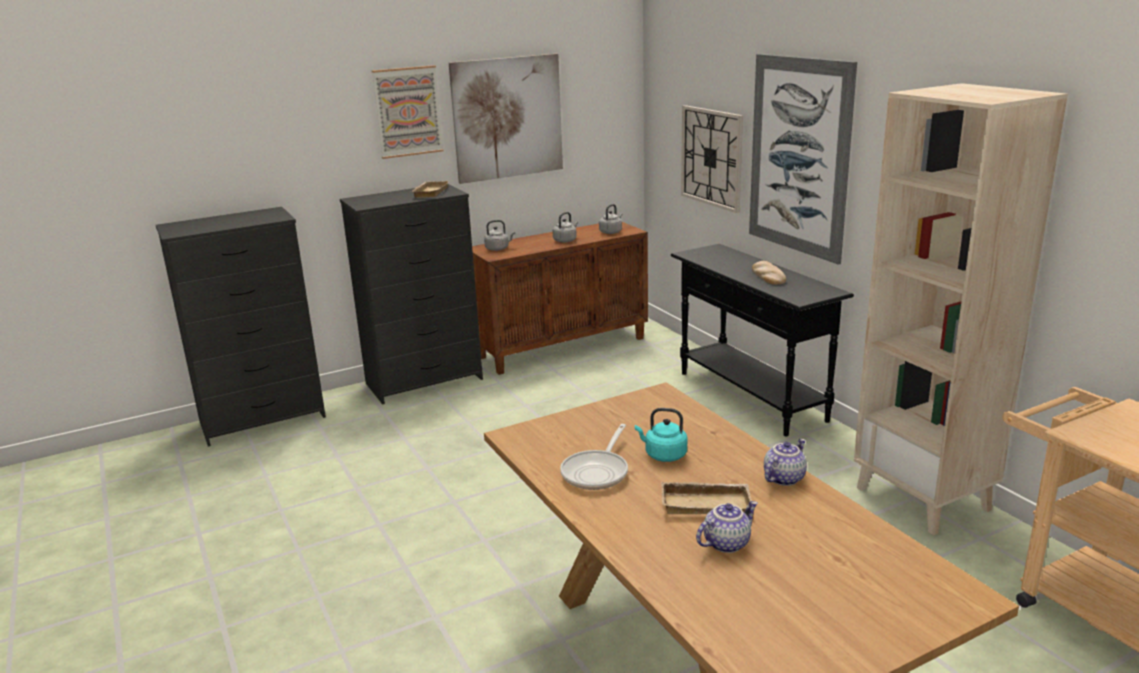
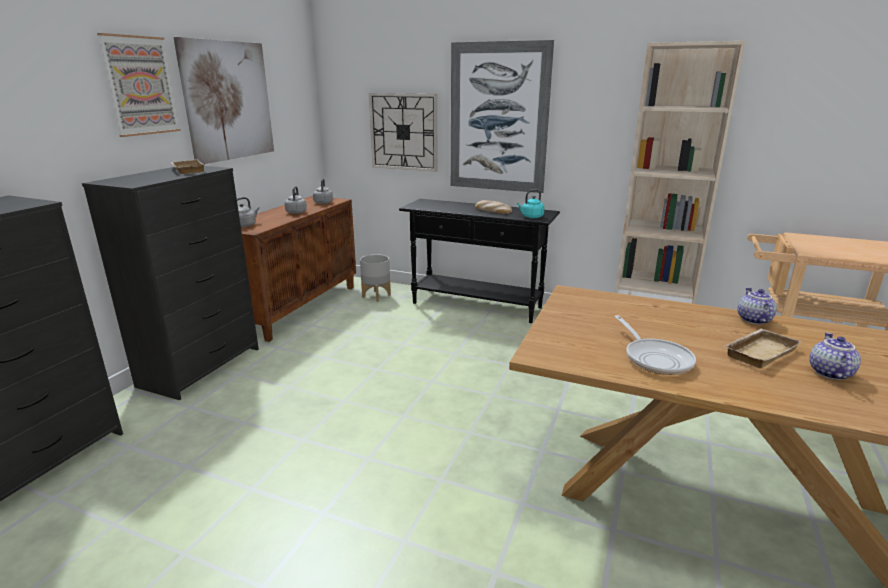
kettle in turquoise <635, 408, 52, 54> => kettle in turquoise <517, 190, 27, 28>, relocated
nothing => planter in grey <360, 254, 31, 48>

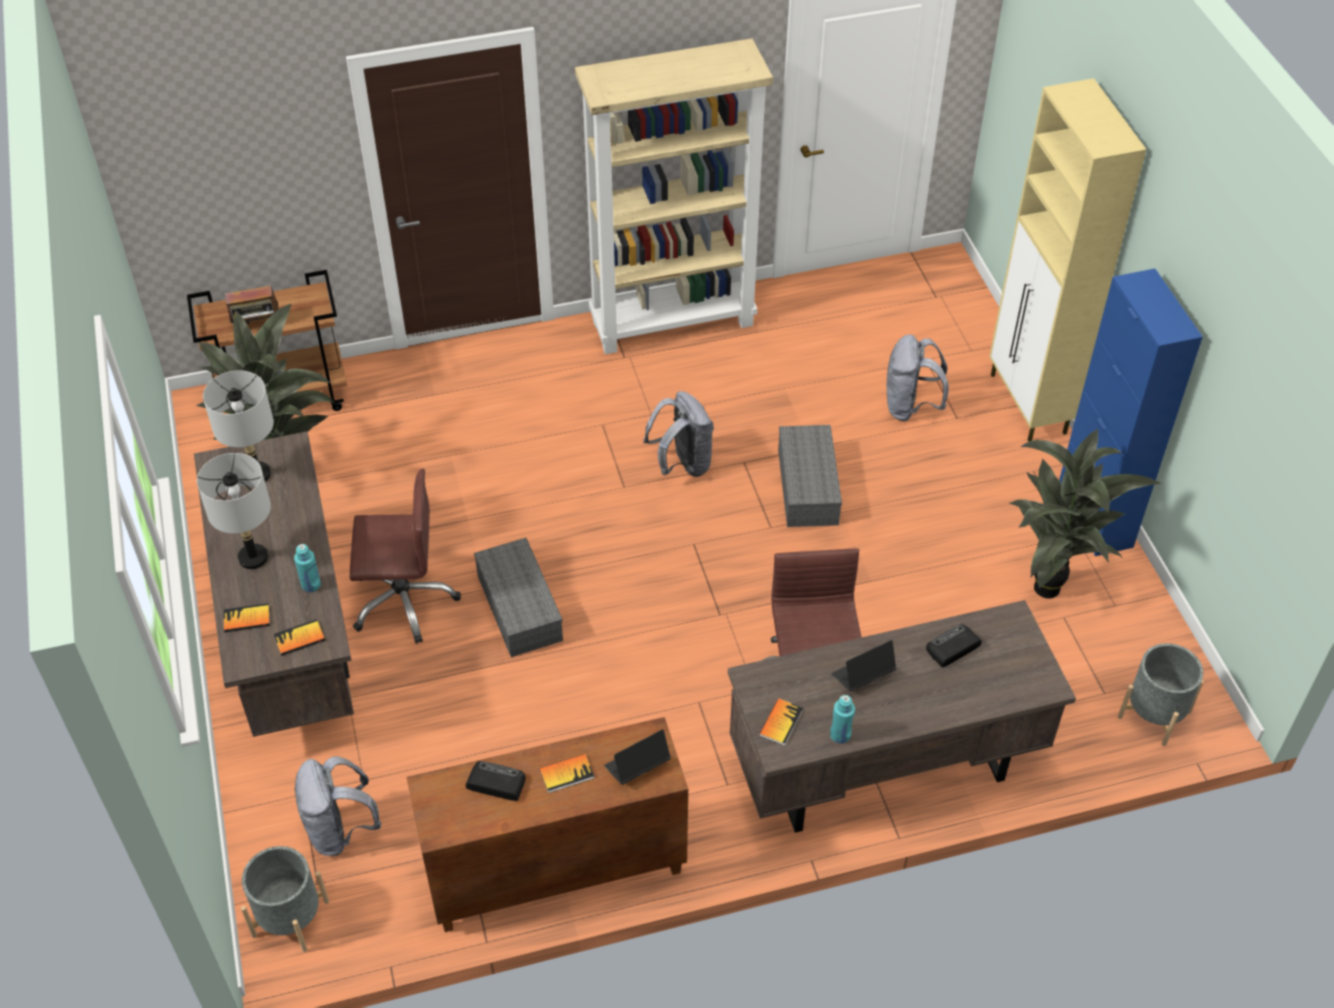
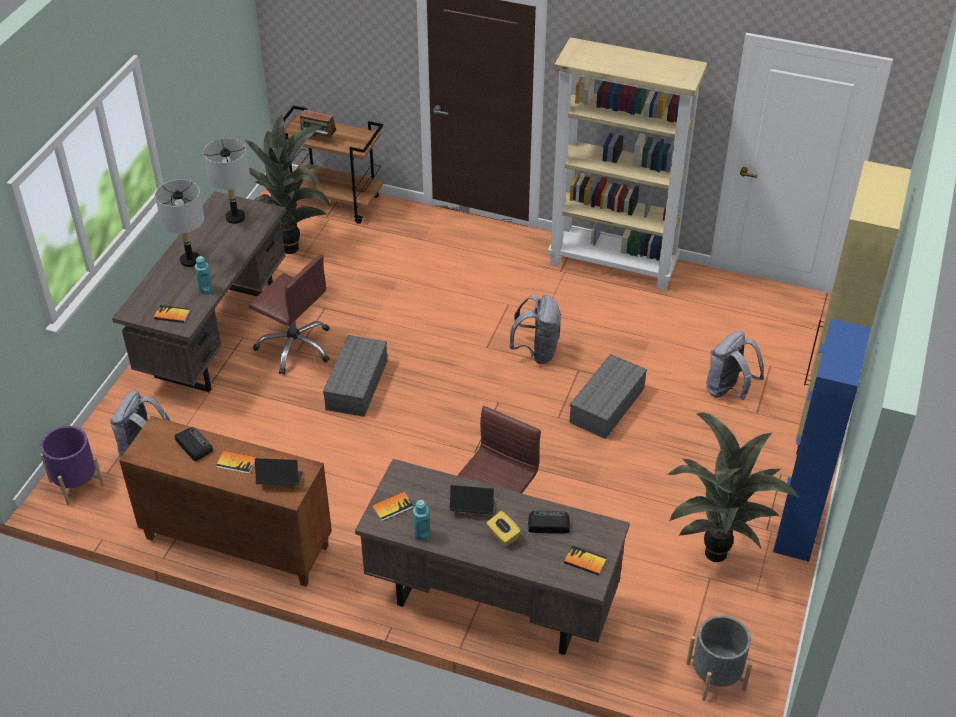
book <224, 603, 46, 29> => book <564, 545, 43, 30>, relocated
planter in grey <241, 846, 88, 106> => planter in purple <40, 426, 64, 79>
nothing => tissue box in yellow <486, 511, 35, 36>

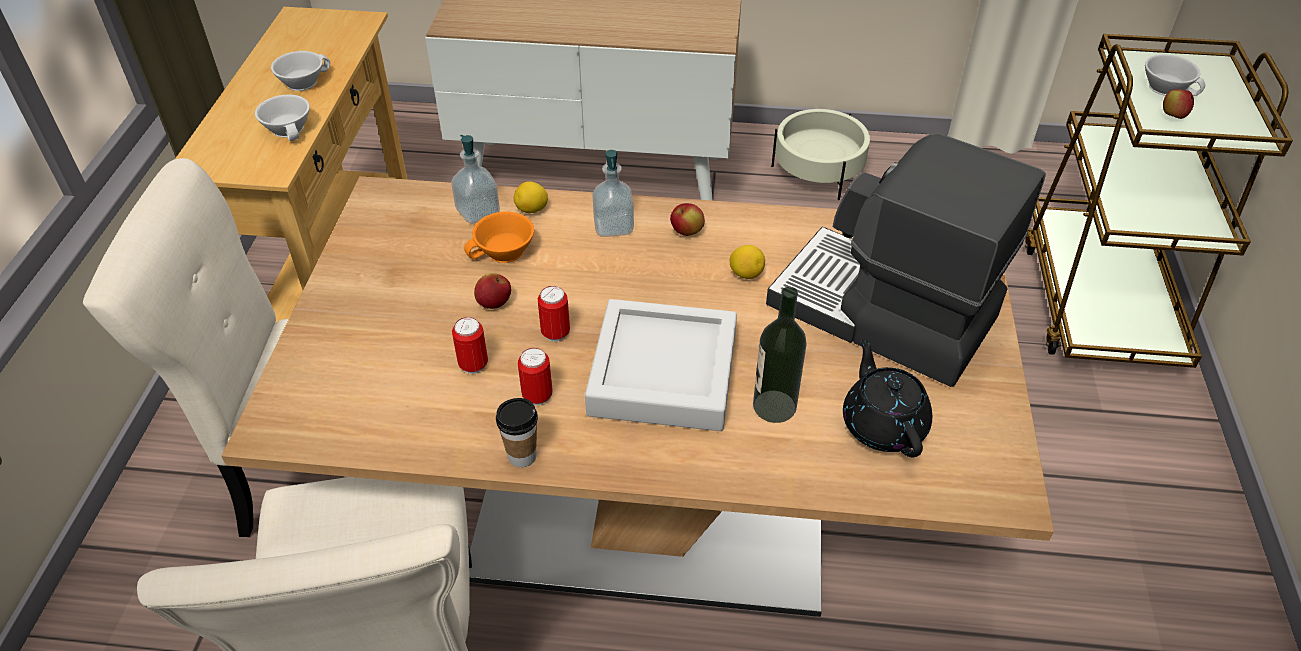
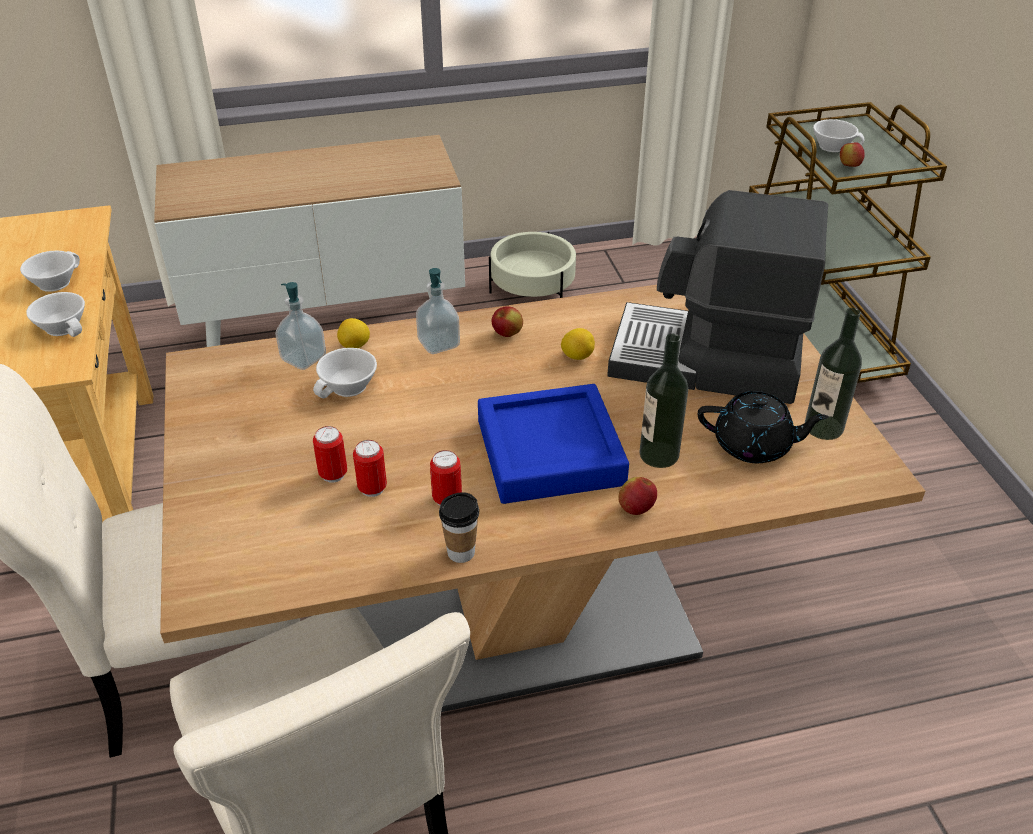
cup in orange <464, 212, 70, 51> => cup in white <313, 348, 64, 50>
apple <474, 273, 37, 36> => apple <618, 477, 39, 38>, relocated
can <538, 286, 32, 56> => can <313, 426, 34, 57>, relocated
tray in grey <585, 299, 152, 132> => tray in blue <478, 384, 151, 120>
teapot in black <843, 338, 89, 119> => teapot in black <698, 391, 131, 72>, 135 degrees clockwise
nothing => bottle <805, 308, 57, 132>

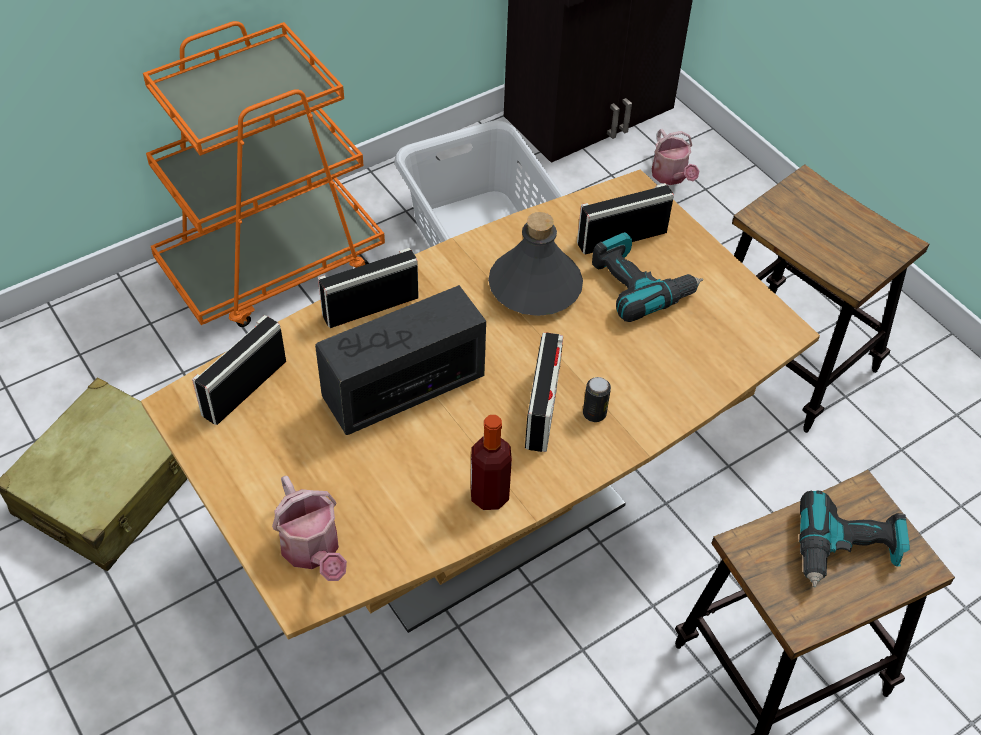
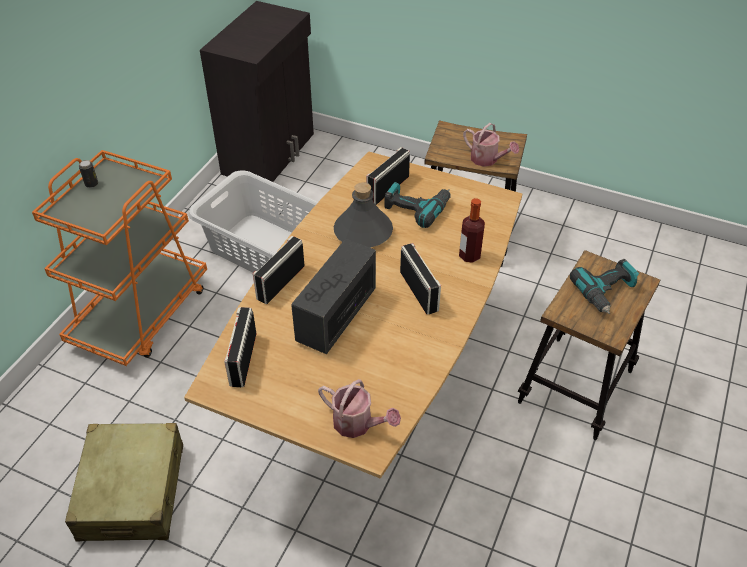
watering can <652, 129, 47, 56> => watering can <463, 123, 56, 44>, relocated
can <583, 377, 28, 45> => can <79, 160, 19, 28>, relocated
bottle <471, 415, 41, 95> => bottle <459, 198, 26, 65>, relocated

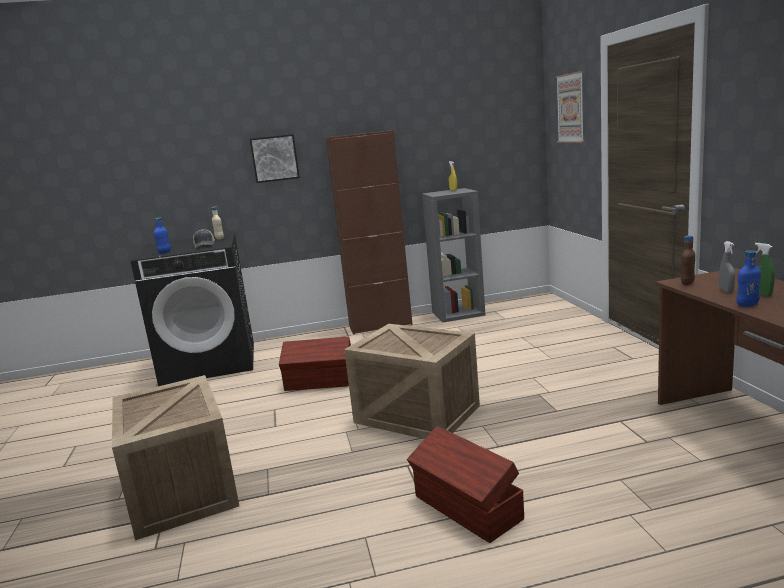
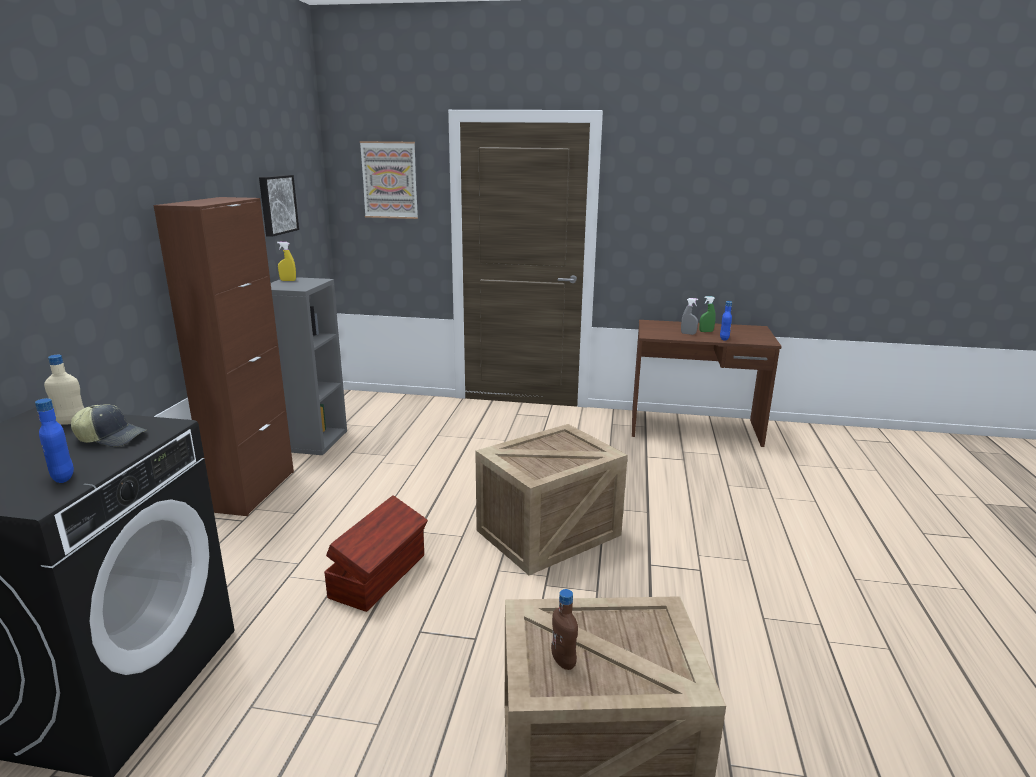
picture <250, 134, 50, 49> => picture <259, 175, 40, 62>, relocated
bottle in brown <681, 235, 14, 50> => bottle in brown <551, 589, 27, 81>, relocated
storage box in brown <407, 426, 117, 117> => nothing

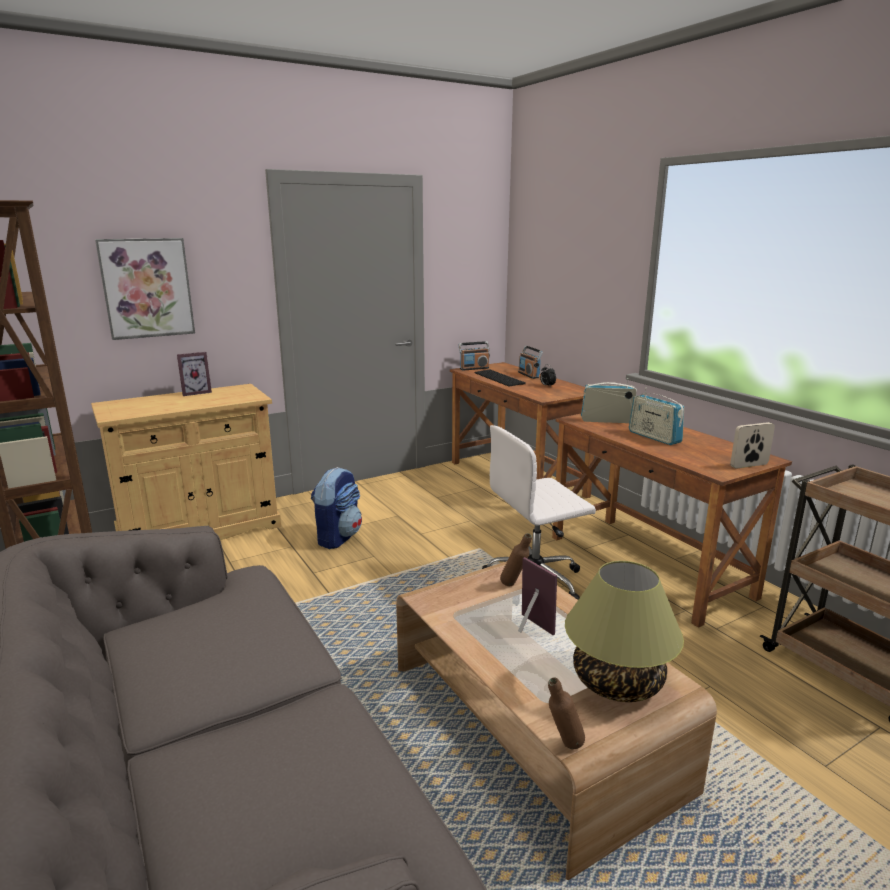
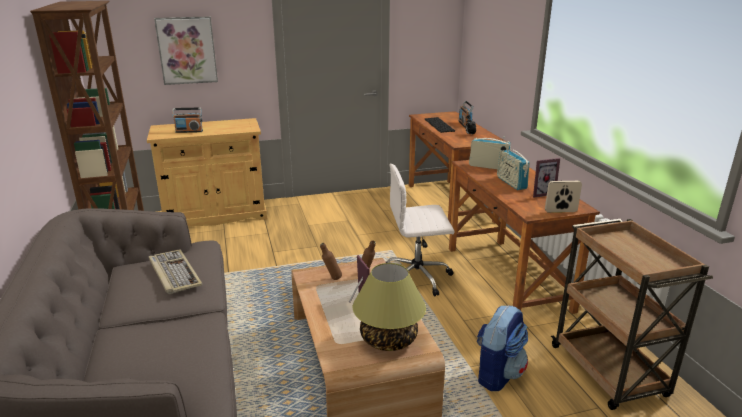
radio <459, 341, 31, 30> => radio <173, 108, 30, 25>, relocated
picture frame <177, 352, 35, 44> => picture frame <533, 158, 27, 40>, relocated
backpack <311, 467, 51, 82> => backpack <477, 305, 51, 86>, relocated
bottle in brown <548, 677, 37, 72> => bottle in brown <320, 243, 22, 37>, relocated
nothing => keyboard <149, 249, 53, 45>

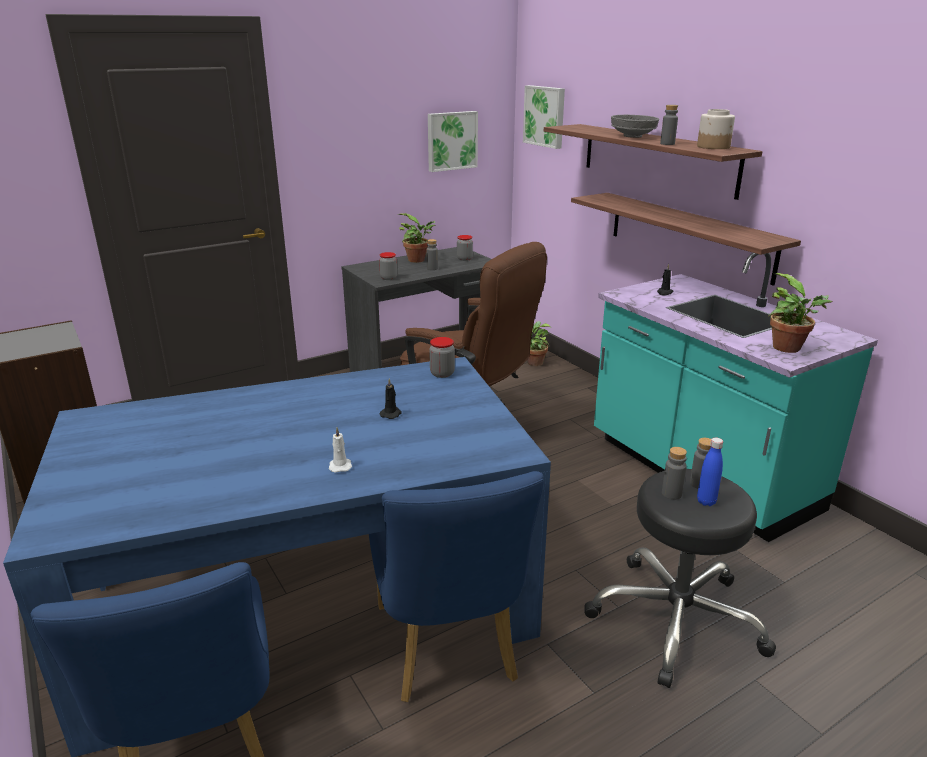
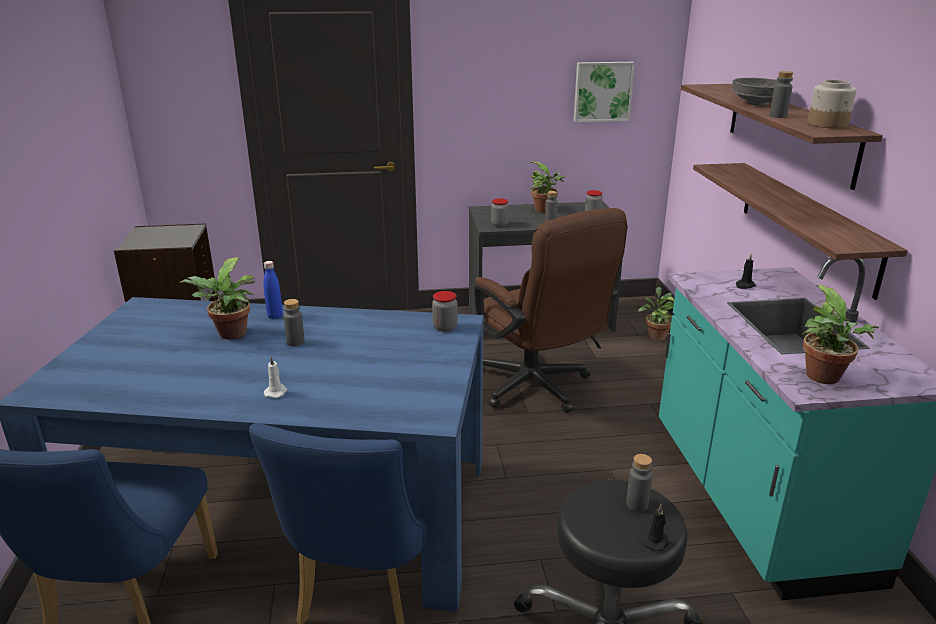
picture <523, 85, 42, 64> => nothing
candle in black <380, 378, 22, 41> => candle in black <641, 504, 28, 47>, relocated
bottle in blue <697, 438, 26, 68> => bottle in blue <263, 261, 20, 58>, relocated
bottle in grey <662, 447, 25, 53> => bottle in grey <284, 299, 21, 48>, relocated
nothing => potted plant <179, 257, 76, 83>

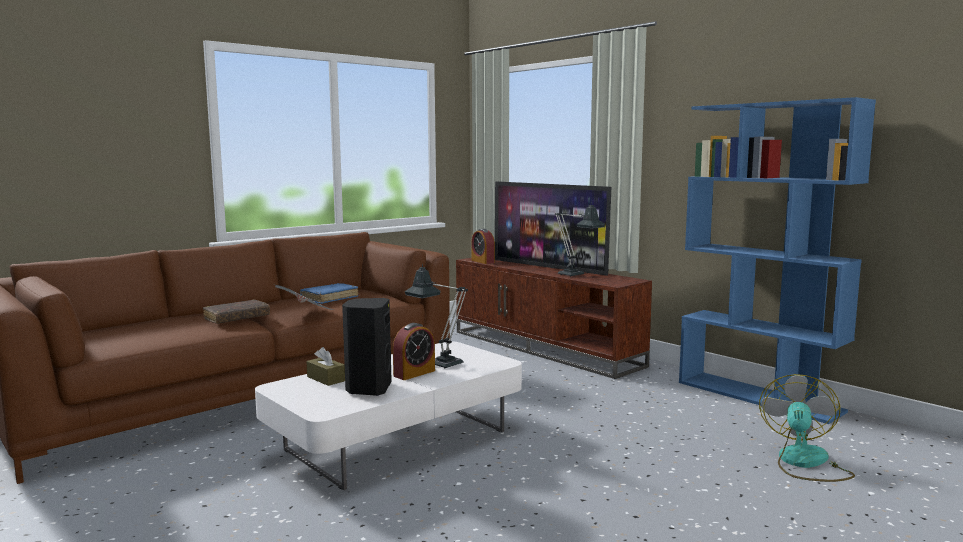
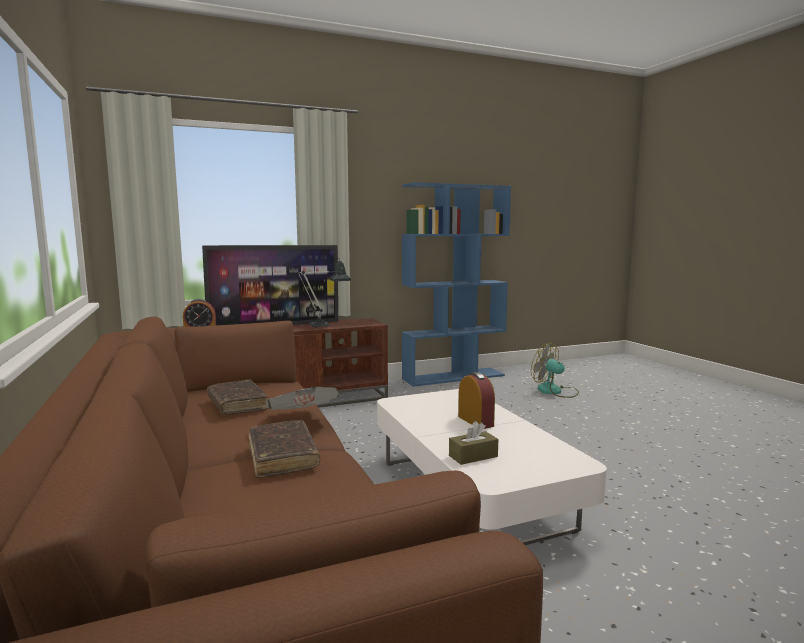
table lamp <405, 264, 63, 104> => nothing
book in blue <299, 283, 60, 21> => book in brown <207, 380, 62, 34>
speaker in black <342, 298, 50, 98> => nothing

